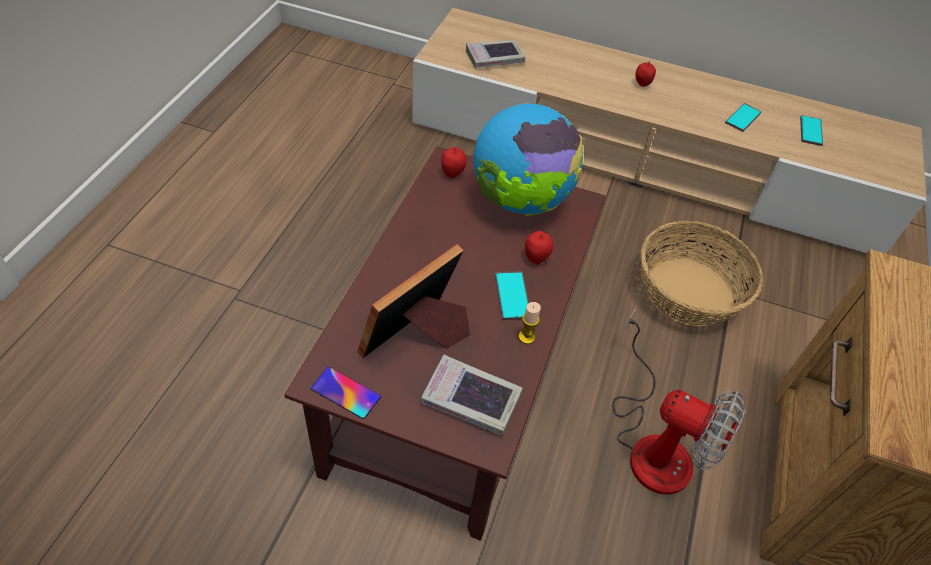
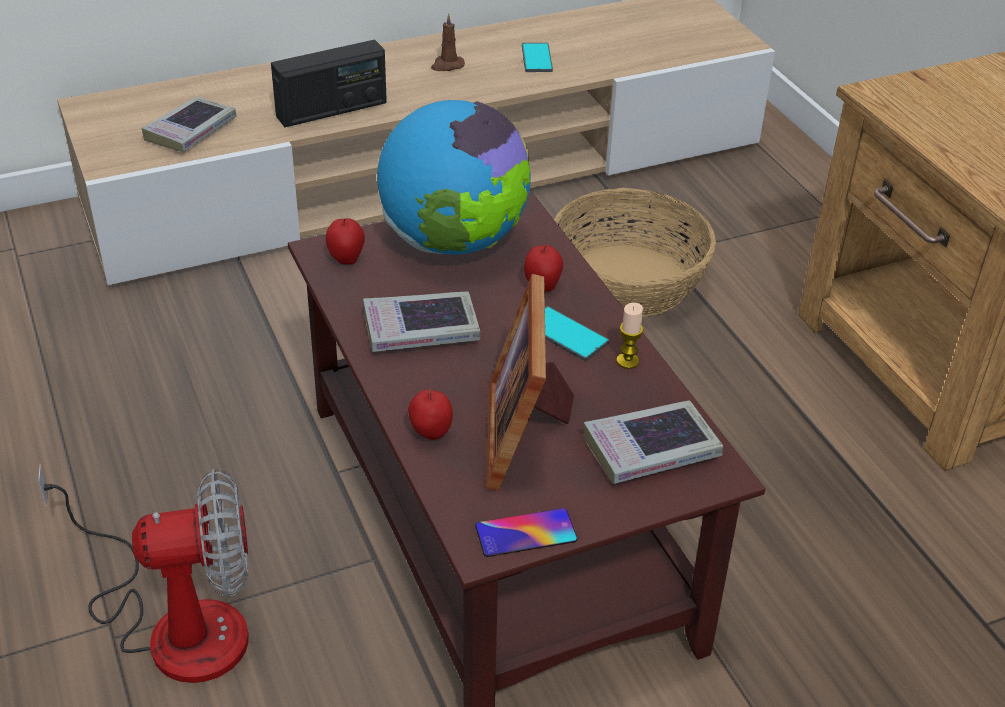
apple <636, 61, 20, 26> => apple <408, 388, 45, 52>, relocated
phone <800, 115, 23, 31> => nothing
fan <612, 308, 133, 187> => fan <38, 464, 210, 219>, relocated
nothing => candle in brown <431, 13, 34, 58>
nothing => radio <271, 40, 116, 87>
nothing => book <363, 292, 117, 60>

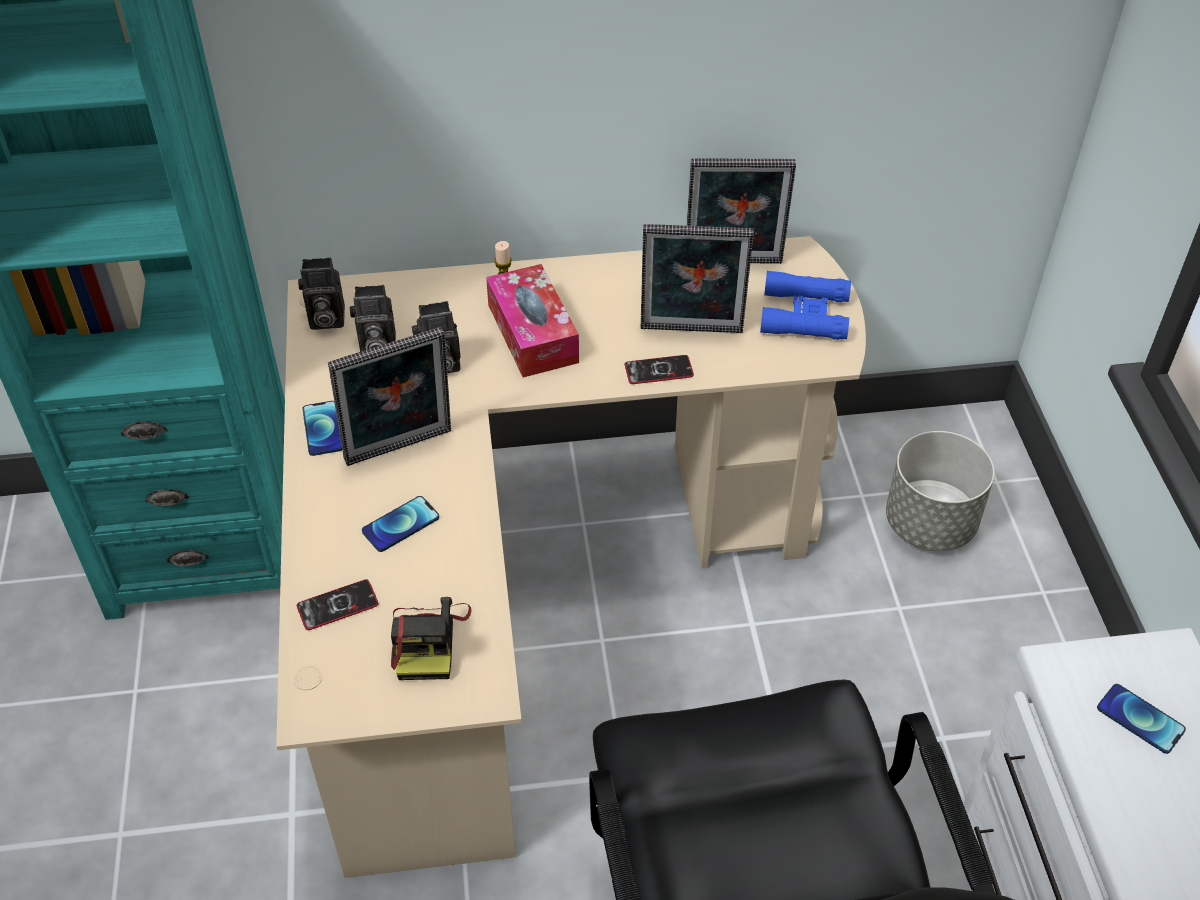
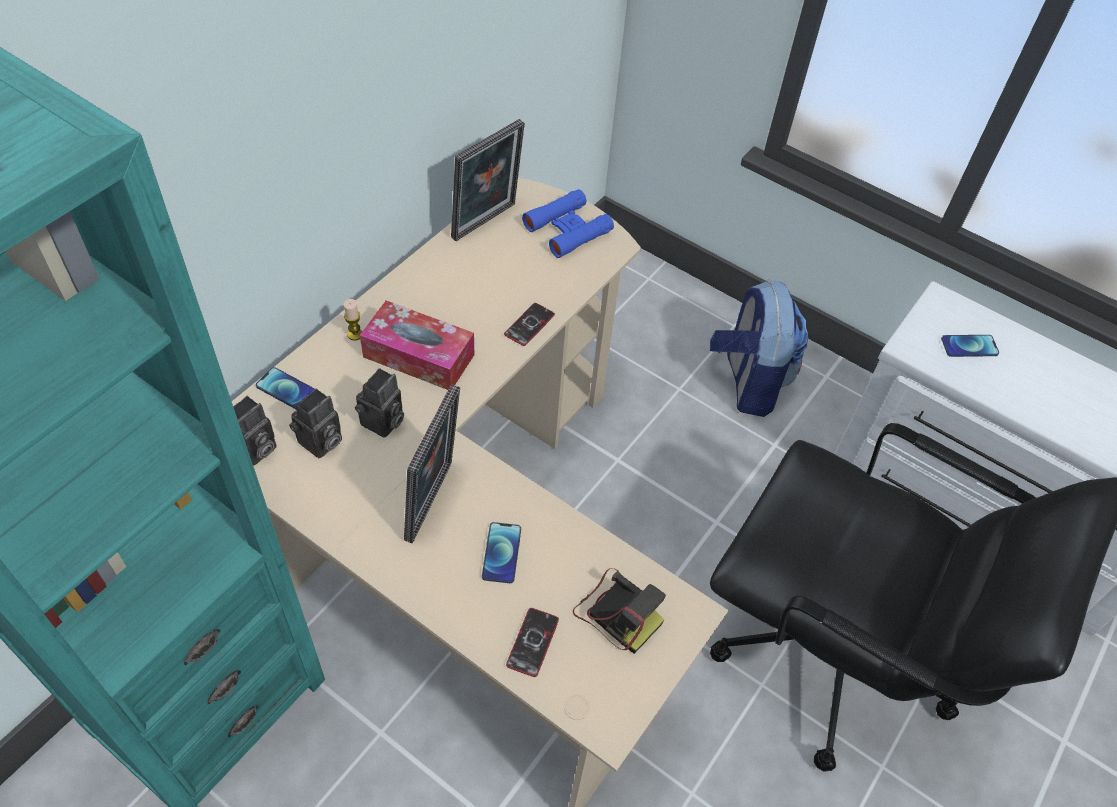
picture frame <641, 224, 113, 109> => nothing
phone <303, 401, 39, 55> => phone <256, 367, 59, 42>, relocated
planter in grey <886, 431, 109, 120> => nothing
nothing => backpack <710, 279, 98, 138>

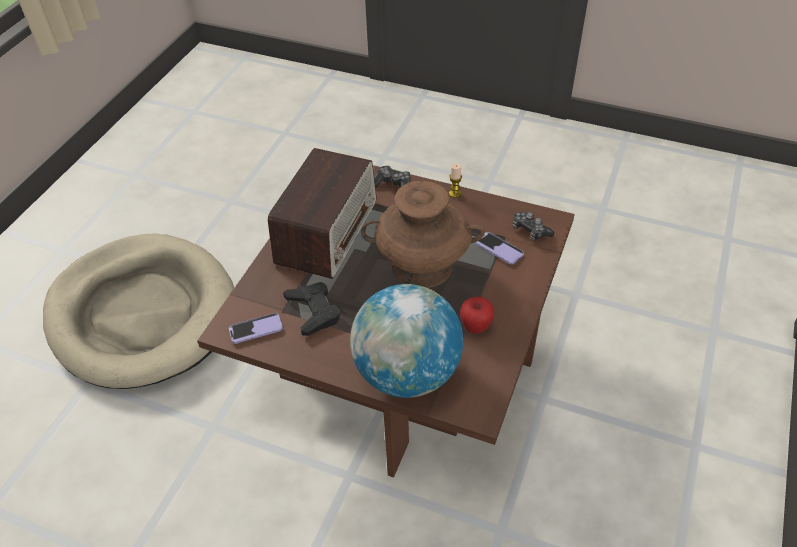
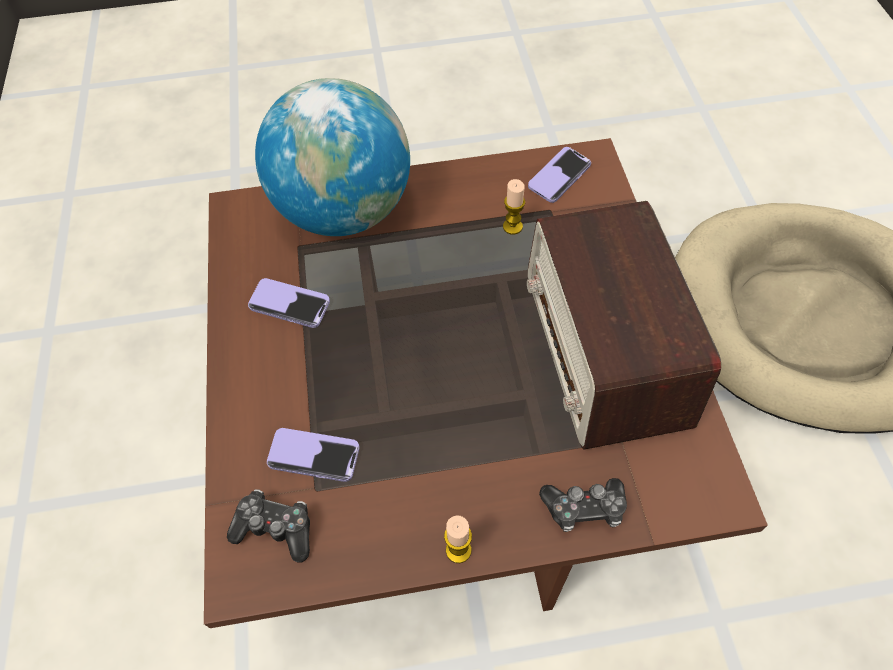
vase in brown <361, 181, 124, 107> => nothing
game controller in black <283, 282, 57, 54> => candle <503, 179, 22, 56>
apple <460, 297, 34, 36> => phone <248, 278, 82, 50>

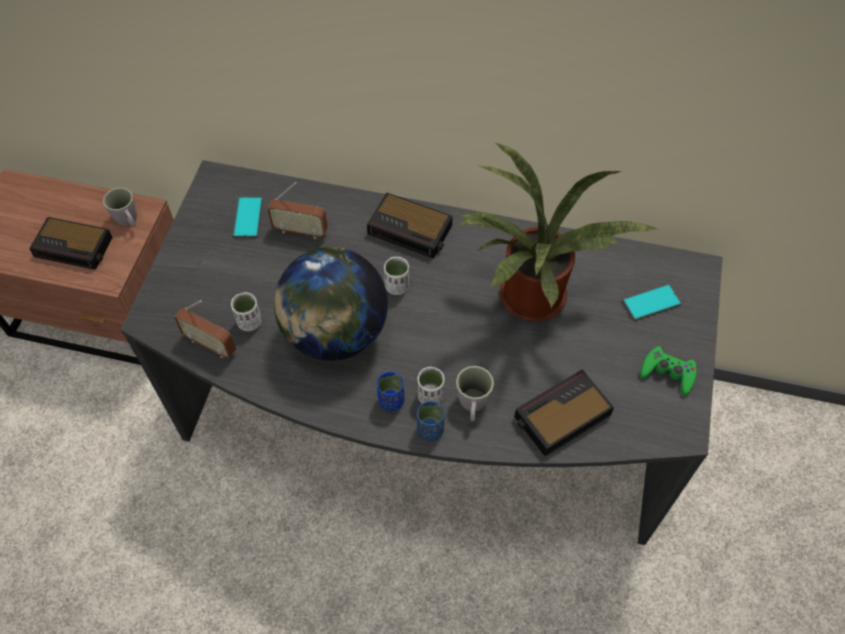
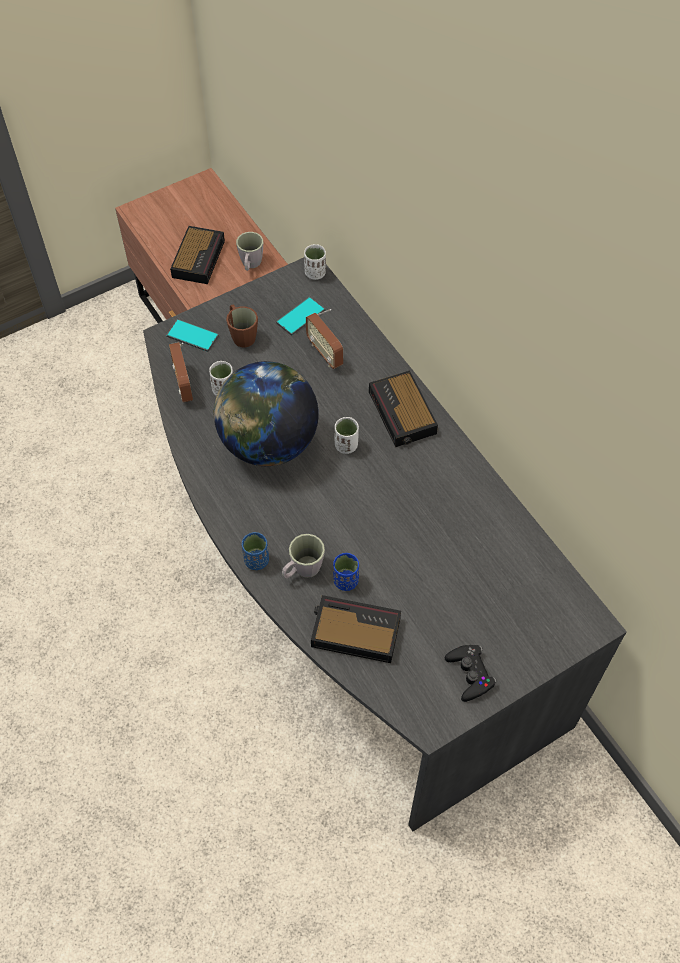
potted plant <459, 143, 199, 178> => nothing
alarm clock <29, 217, 84, 53> => alarm clock <170, 226, 55, 58>, 135 degrees counterclockwise
phone <622, 284, 59, 37> => phone <166, 319, 53, 33>, relocated
game controller in green <640, 345, 57, 51> => game controller in black <445, 645, 52, 57>
cup in white <417, 367, 27, 36> => cup in white <304, 244, 22, 36>, relocated
cup in blue <377, 372, 28, 39> => cup in blue <333, 553, 26, 38>, relocated
nothing => mug in brown <226, 305, 32, 43>

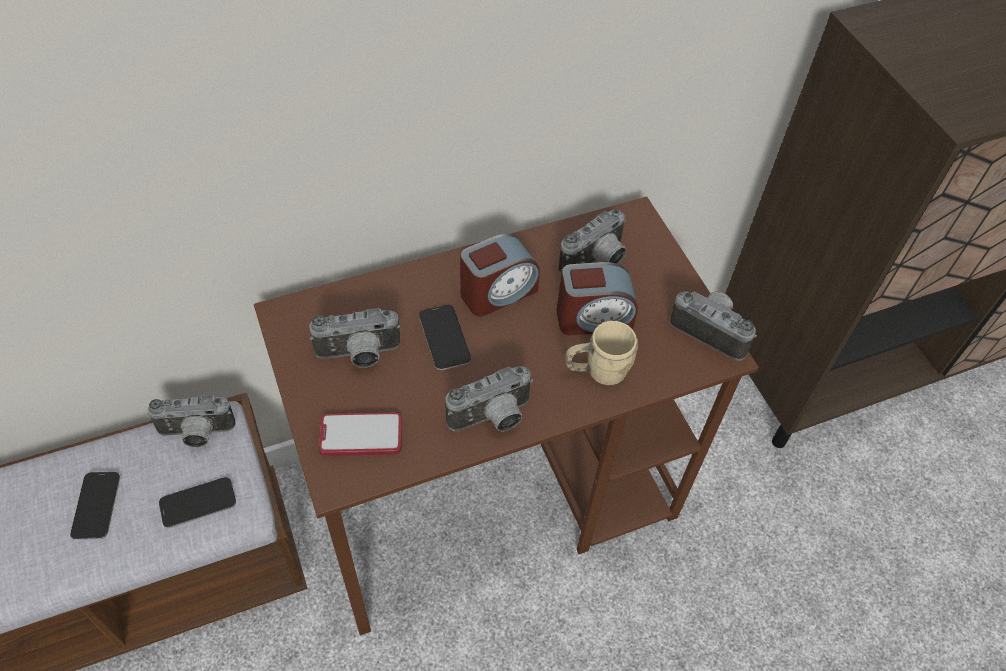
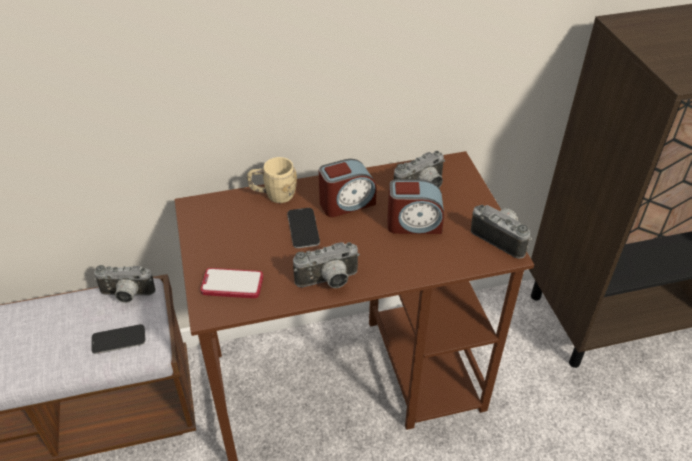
photo camera <309, 308, 92, 60> => nothing
mug in beige <565, 321, 73, 64> => mug in beige <247, 157, 50, 46>, relocated
phone <70, 472, 50, 68> => nothing

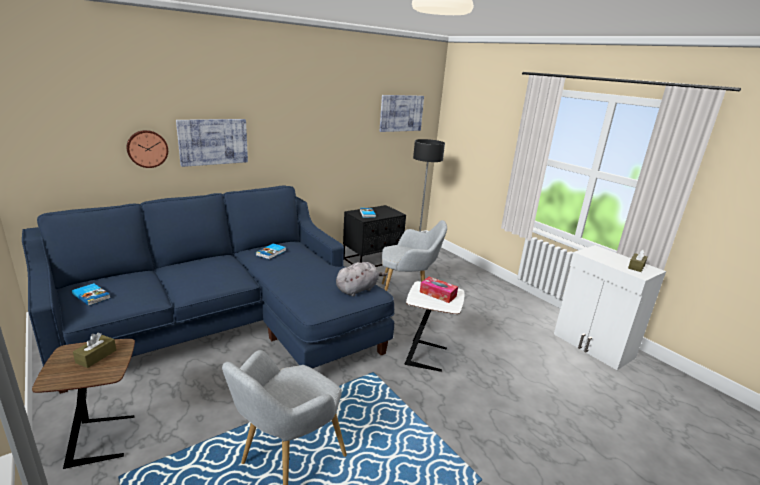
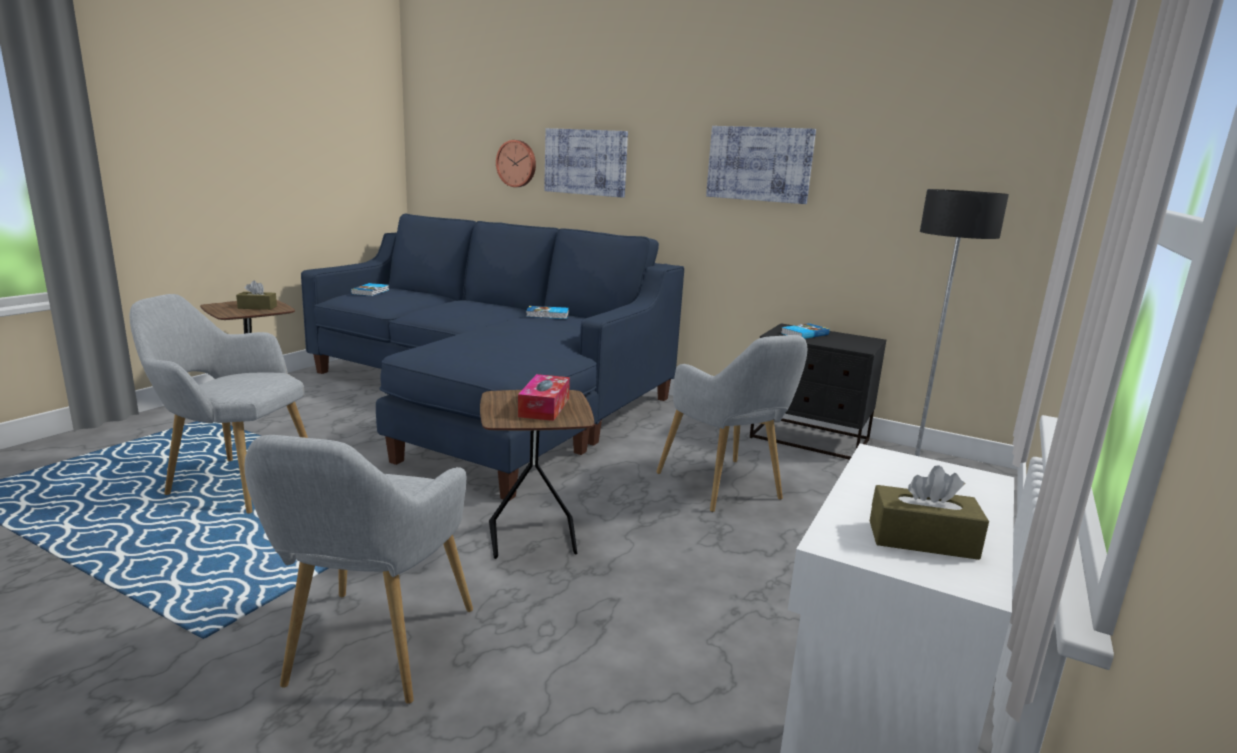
picture <380, 95, 44, 37> => picture <706, 126, 110, 78>, relocated
plush toy in grey <336, 262, 51, 35> => nothing
side table in white <404, 281, 61, 91> => side table in brown <480, 390, 115, 169>
nothing => armchair in grey <245, 435, 228, 269>

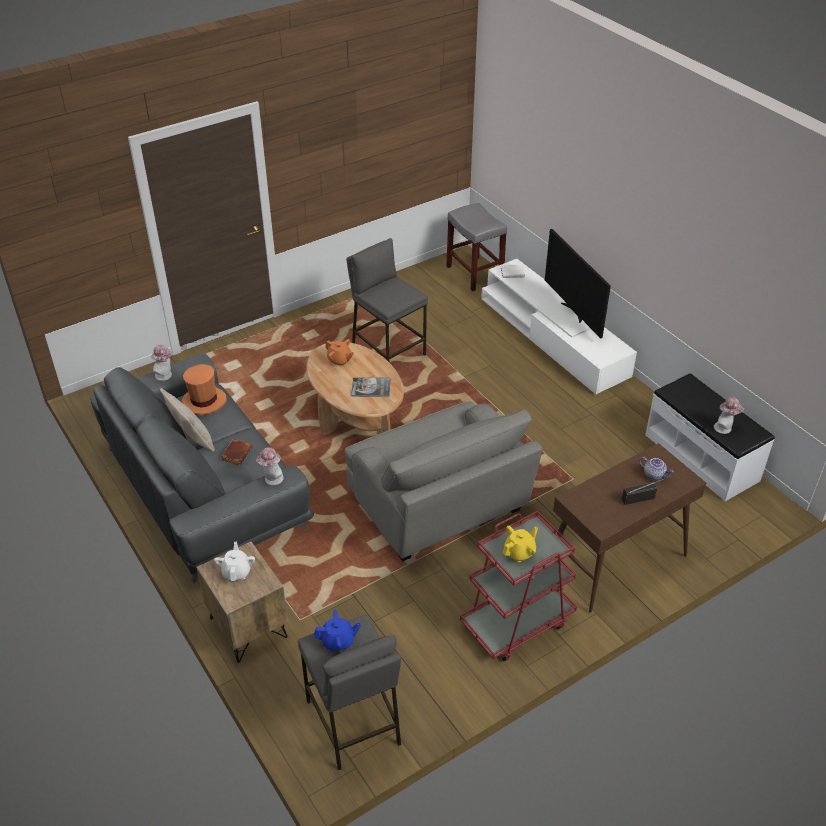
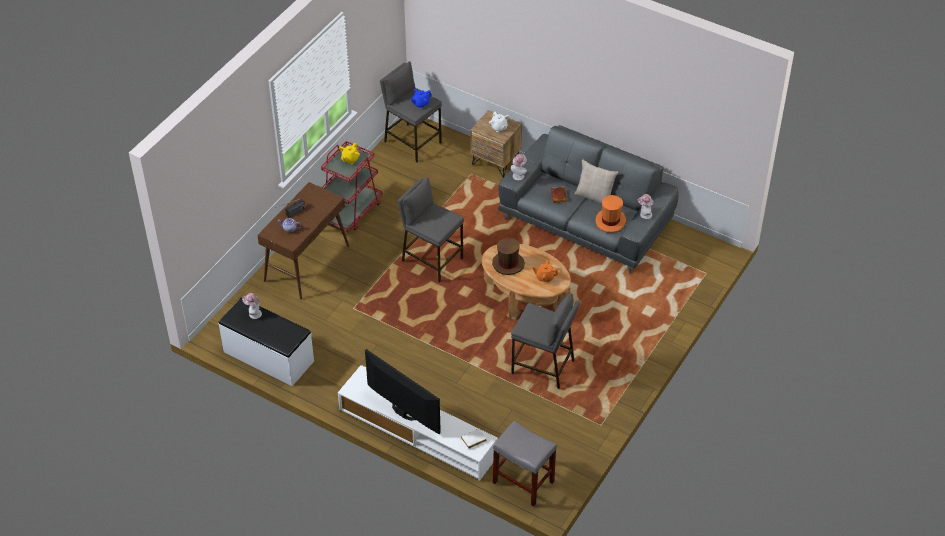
book <351, 377, 40, 20> => hat in brown <492, 238, 33, 37>
armchair in grey <345, 401, 197, 160> => stool in grey <398, 177, 66, 105>

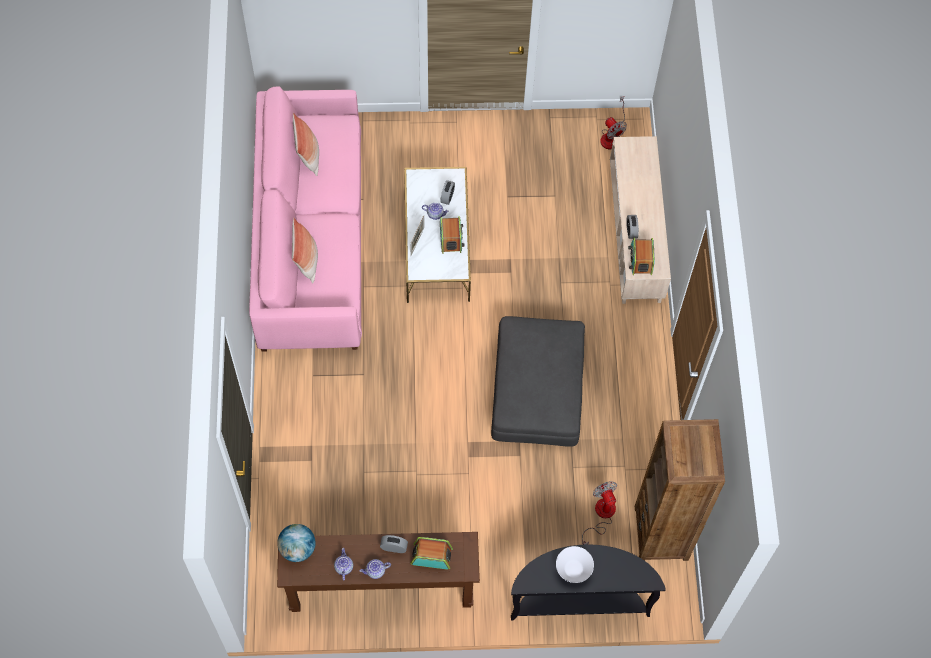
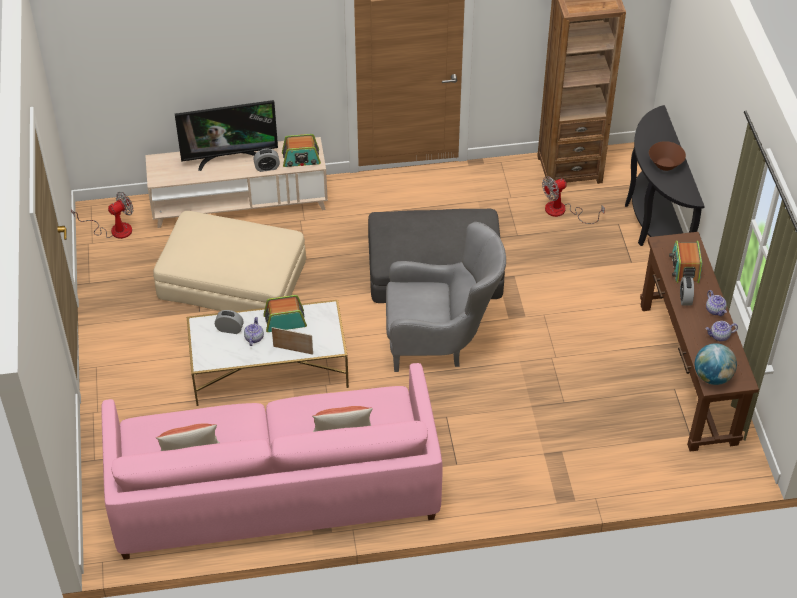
bowl in white <556, 546, 38, 37> => bowl in brown <649, 141, 37, 30>
nothing => television <175, 100, 103, 71>
nothing => ottoman in beige <153, 211, 153, 100>
nothing => armchair in grey <386, 222, 120, 150>

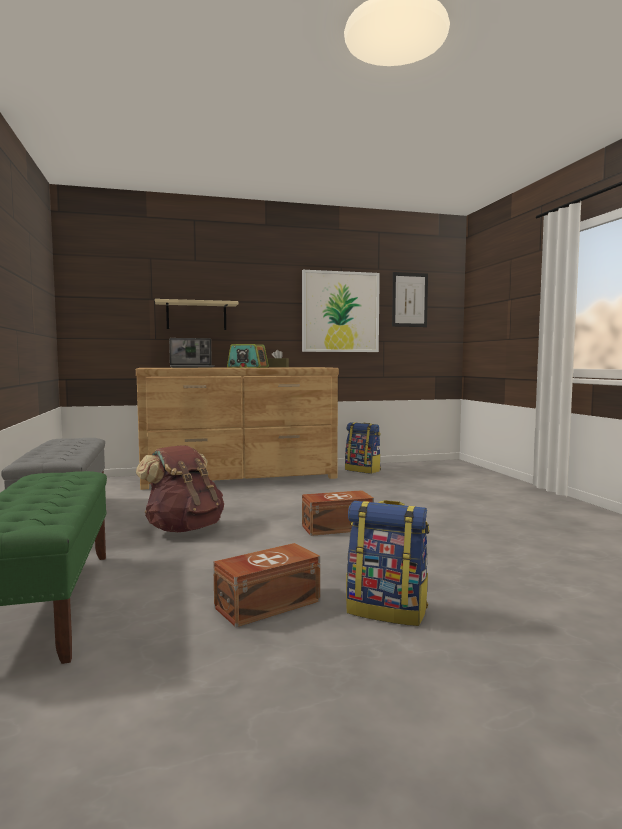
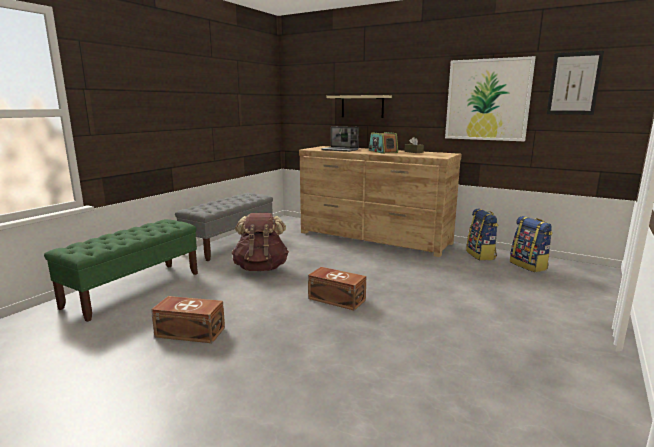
backpack <346, 500, 83, 126> => backpack <510, 216, 42, 56>, relocated

